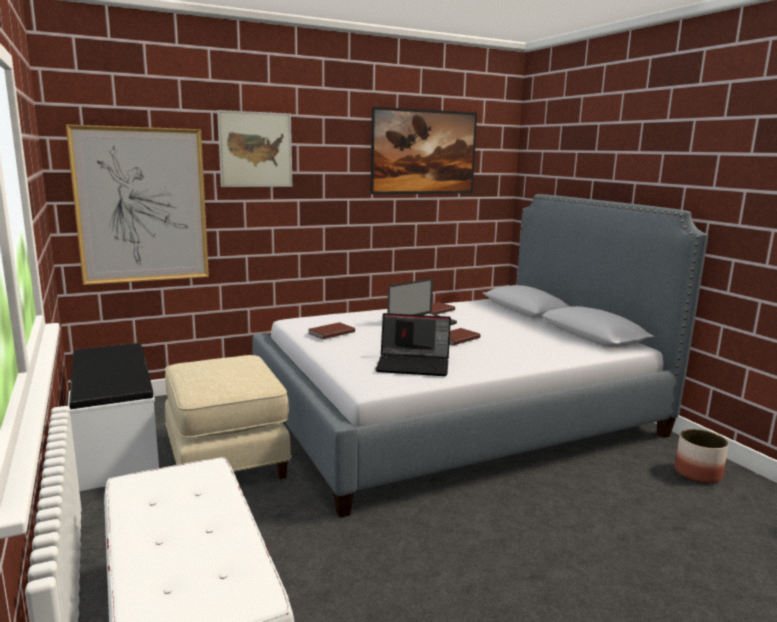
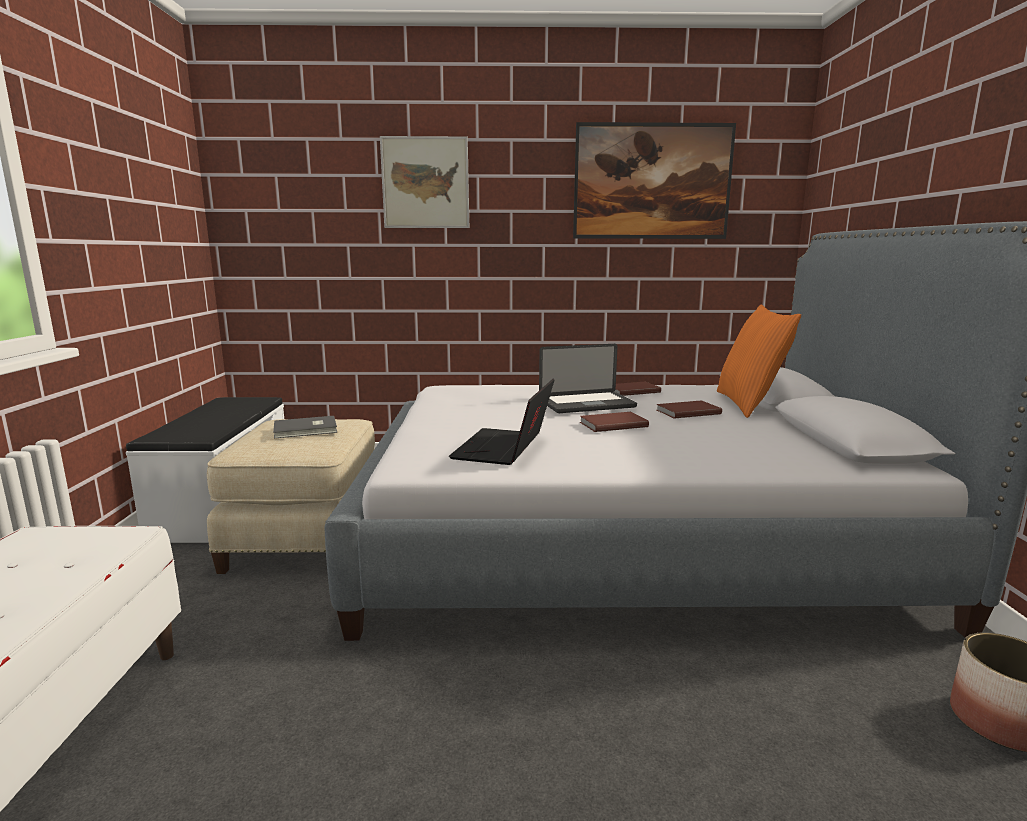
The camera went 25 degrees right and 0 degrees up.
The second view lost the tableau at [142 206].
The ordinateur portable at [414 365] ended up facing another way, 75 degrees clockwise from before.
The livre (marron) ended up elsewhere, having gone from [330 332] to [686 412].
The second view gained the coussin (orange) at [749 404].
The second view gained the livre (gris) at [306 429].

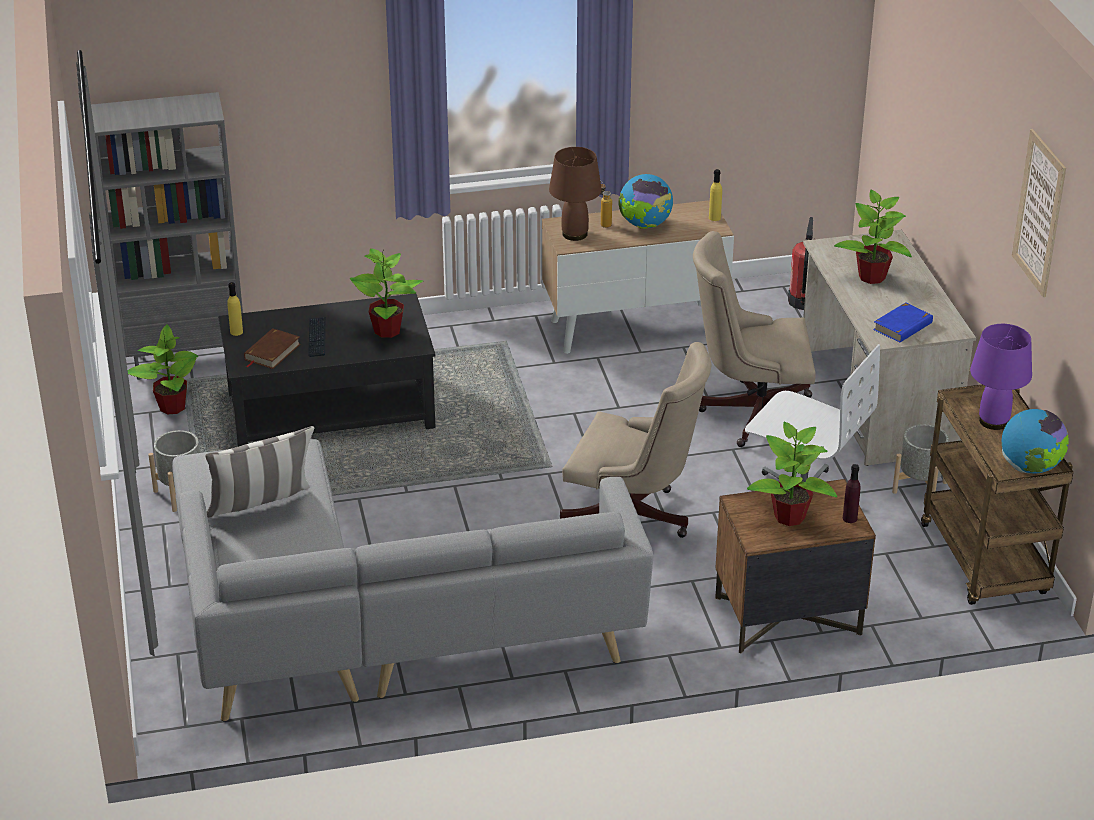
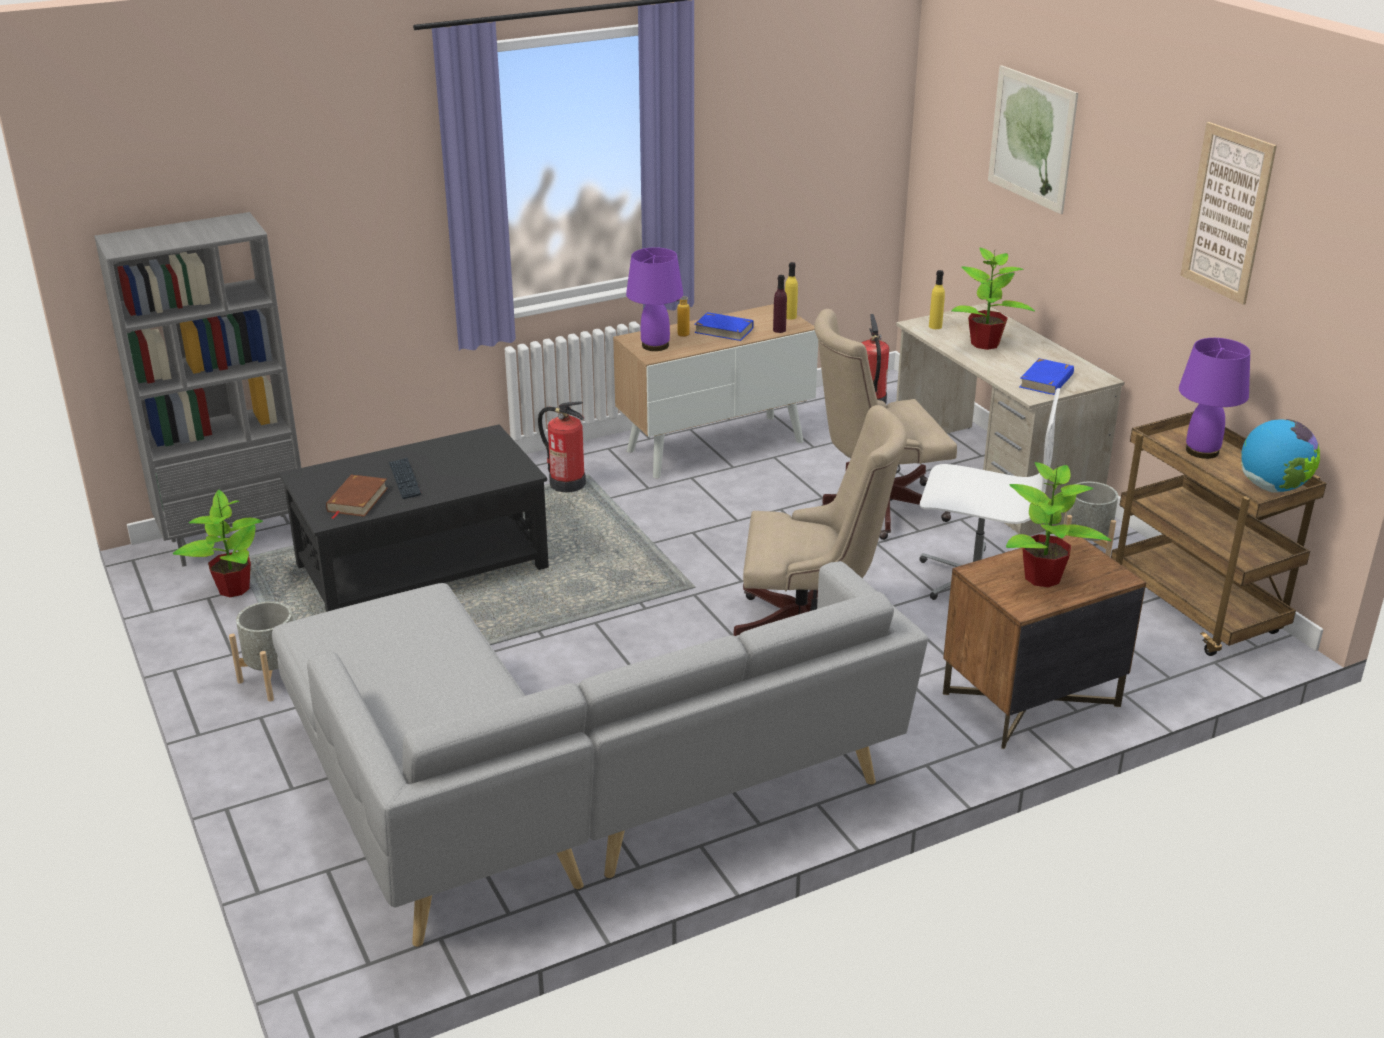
The camera went 15 degrees left and 5 degrees down.
What was the lampe de table (marron) at [574 234] turned into the lampe de table (violet) at [655 346].
Where the globe stood at [645 225], the livre (bleu) came to stand at [723 330].
The second view lost the plante en pot at [388 331].
The bouteille (jaune) ended up elsewhere, having gone from [236 332] to [935 326].
The second view lost the coussin at [262 513].
The bouteille (violet) ended up elsewhere, having gone from [849 518] to [779 330].
The second view gained the tableau at [1032 138].
The second view gained the extincteur at [567 484].

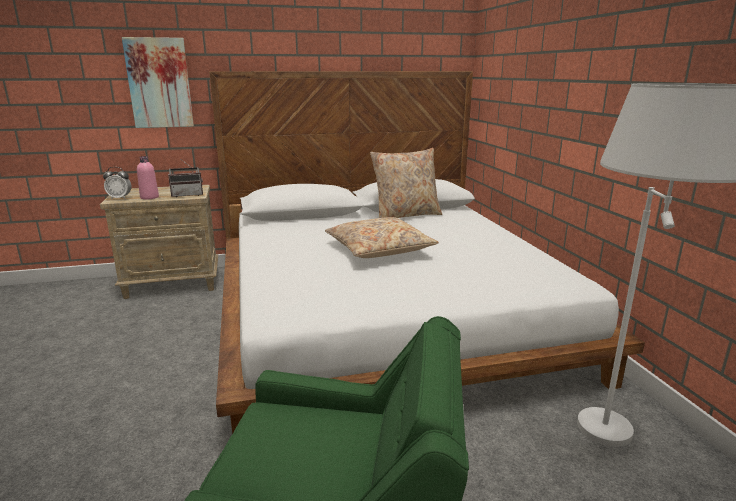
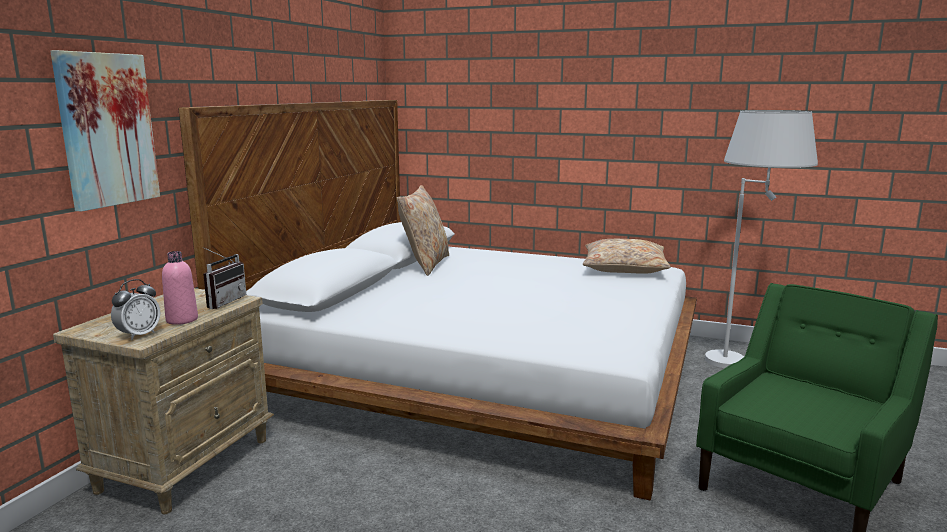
The camera went 55 degrees left and 5 degrees down.
The coussin (beige) ended up elsewhere, having gone from [379 249] to [624 268].

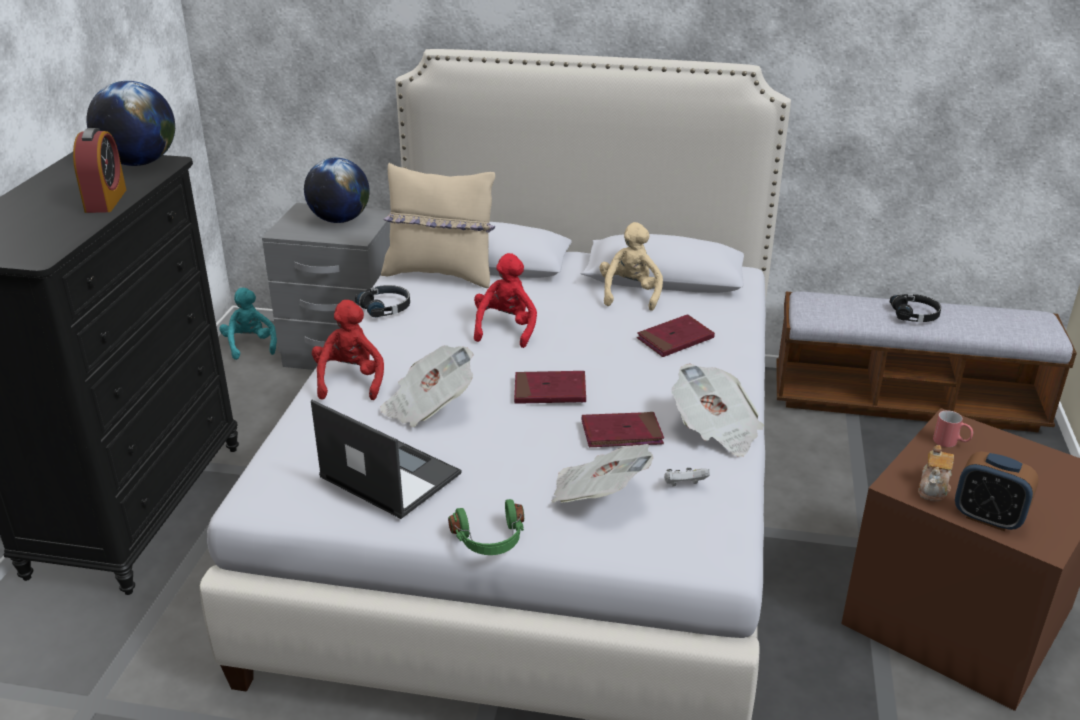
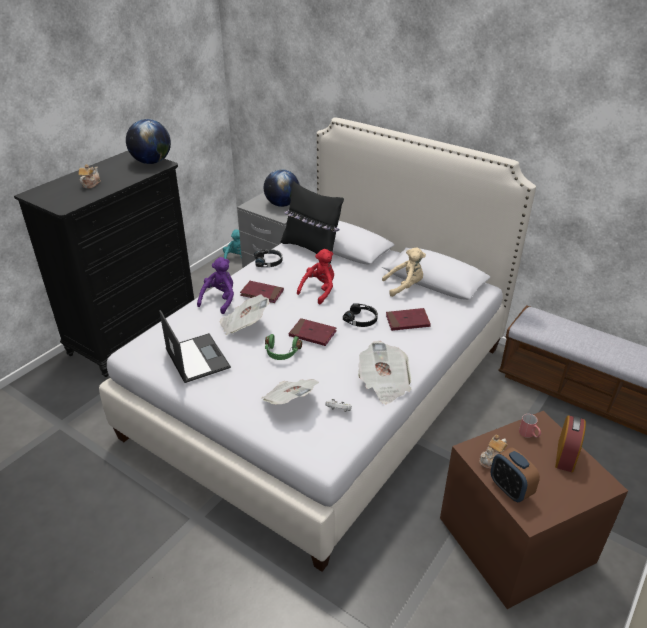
The camera went 25 degrees right and 5 degrees up.
The réveil ended up elsewhere, having gone from [106 200] to [565 455].
What was the coussin (beige) at [441 274] turned into the coussin (noir) at [311 249].
The peluche (beige) at [630 294] ended up facing another way, 45 degrees clockwise from before.
The casque audio (noir) ended up elsewhere, having gone from [915 314] to [361 319].
What was the peluche (rouge) at [350 381] turned into the peluche (violet) at [220 300].
The livre (rouge) ended up elsewhere, having gone from [621 433] to [262 293].
The casque audio (vert) ended up elsewhere, having gone from [490 540] to [281 353].
The second view gained the théière at [90 184].

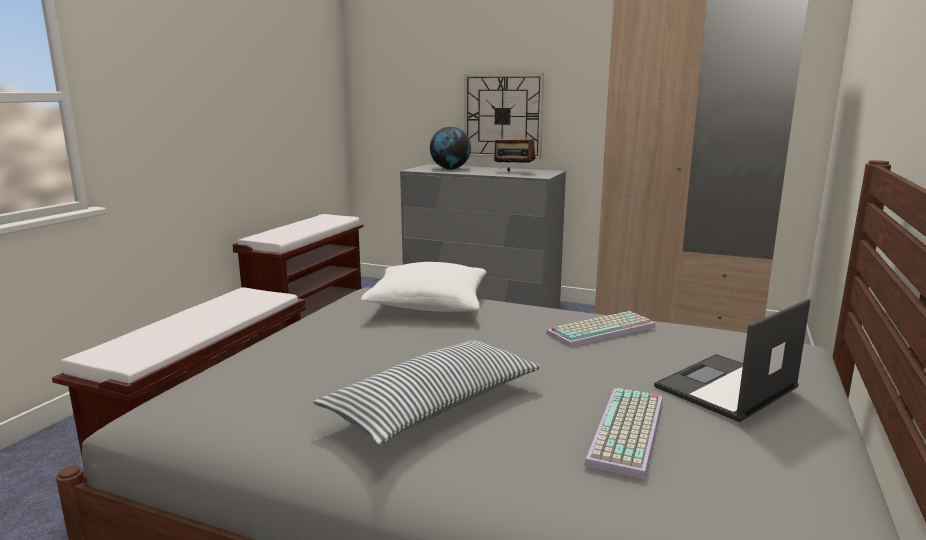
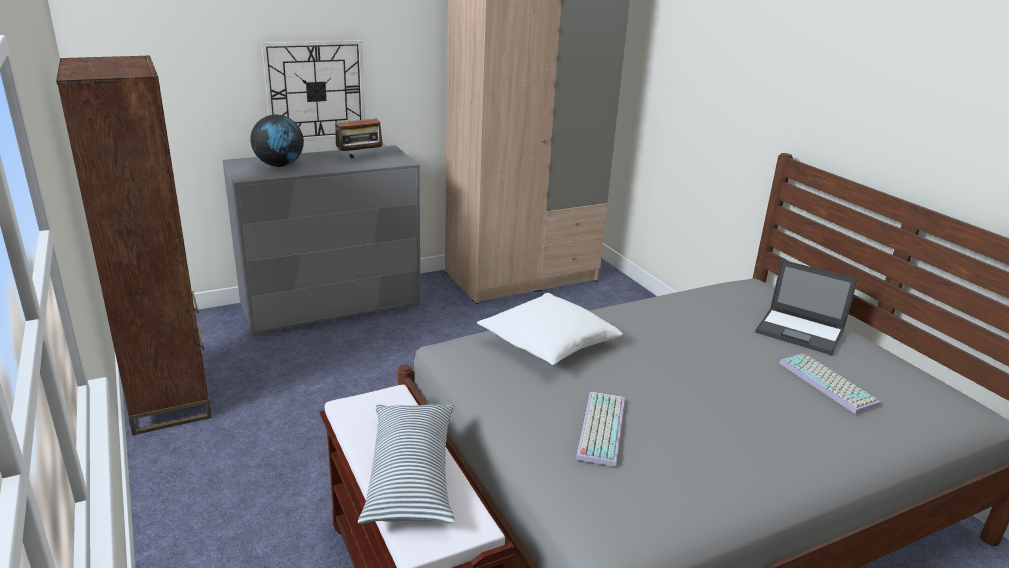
The camera went 50 degrees left and 10 degrees up.
Where the banc (marron) stood at [309 314], the bibliothèque (marron) came to stand at [169 398].
The ordinateur portable at [725 388] ended up facing another way, 60 degrees counterclockwise from before.
The clavier ended up elsewhere, having gone from [601 329] to [599 427].
The coussin ended up elsewhere, having gone from [433 406] to [411 474].

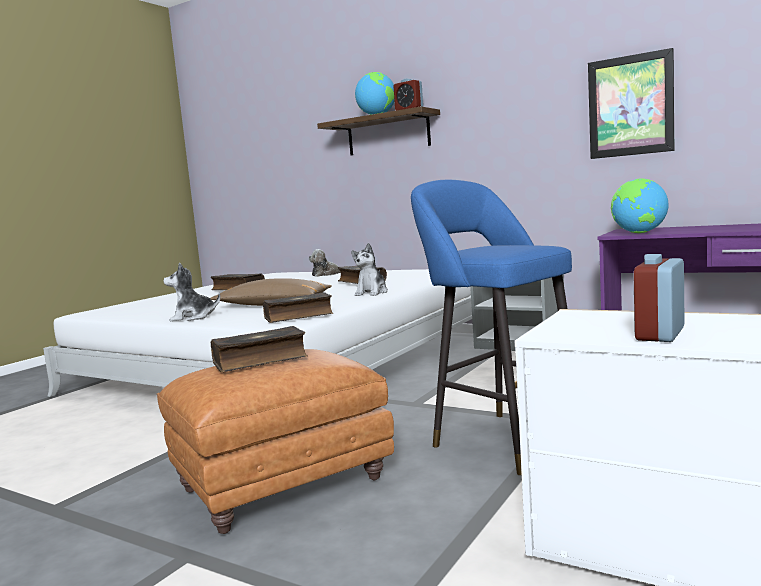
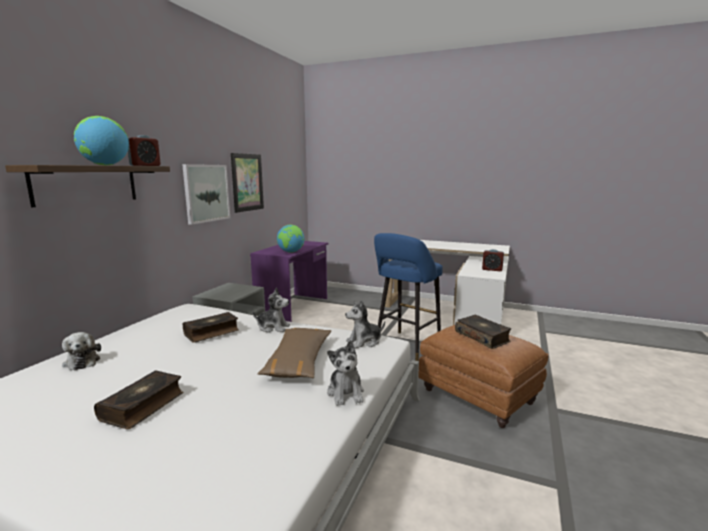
The camera went 100 degrees left and 5 degrees up.
Where the livre stood at [298 316], the peluche came to stand at [364 342].
The second view gained the tableau at [206 193].

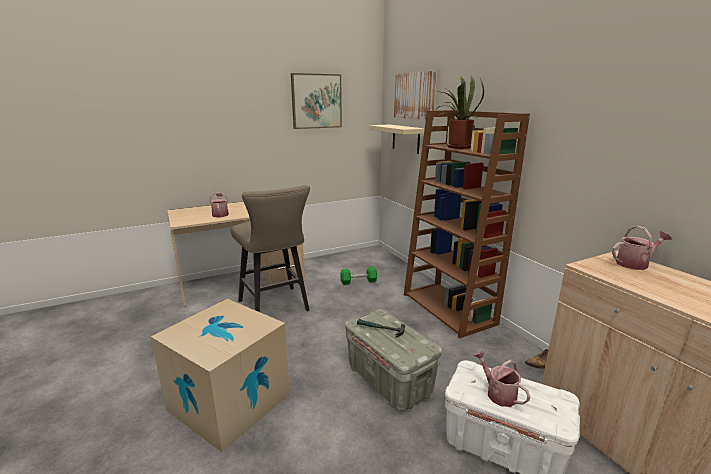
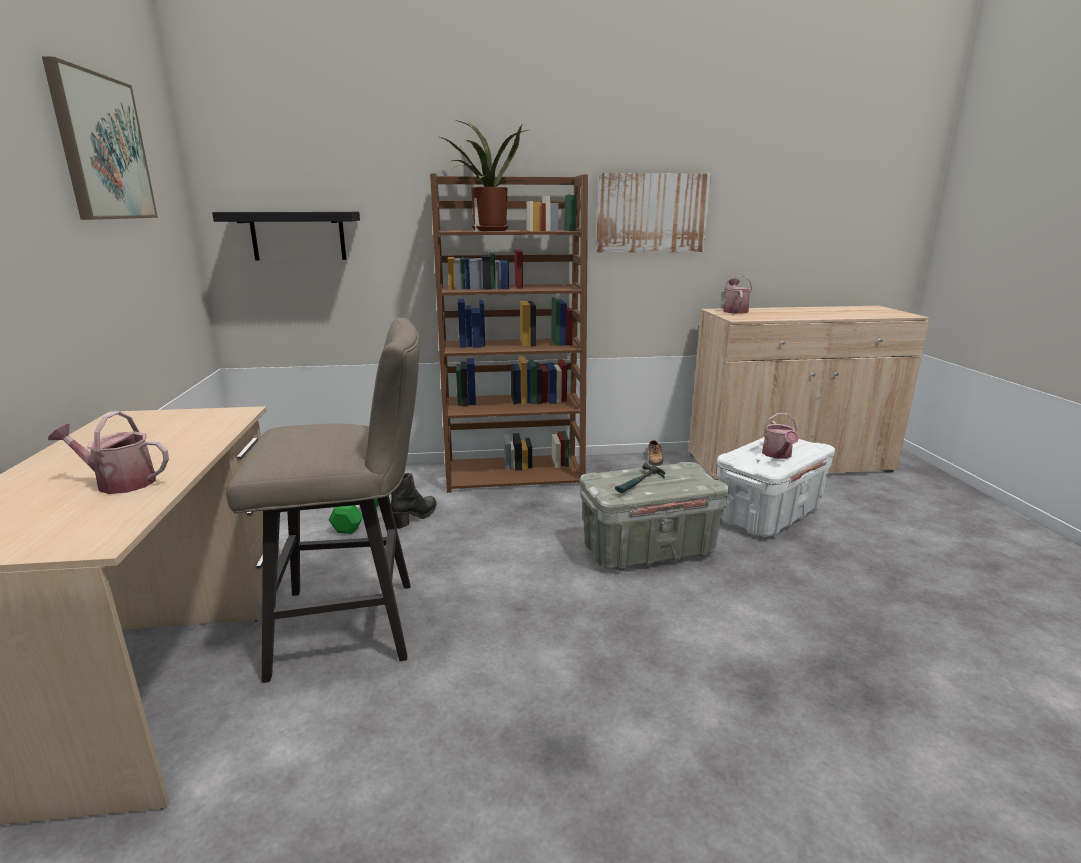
The camera went 70 degrees left and 0 degrees up.
The tableau ended up elsewhere, having gone from [415 96] to [651 213].
What was the étagère (beige) at [406 138] turned into the étagère (noir) at [298 236].
The second view lost the carton at [229 402].
The arrosoir at [498 393] ended up facing another way, 75 degrees counterclockwise from before.
The second view gained the botte (noir) at [416 517].

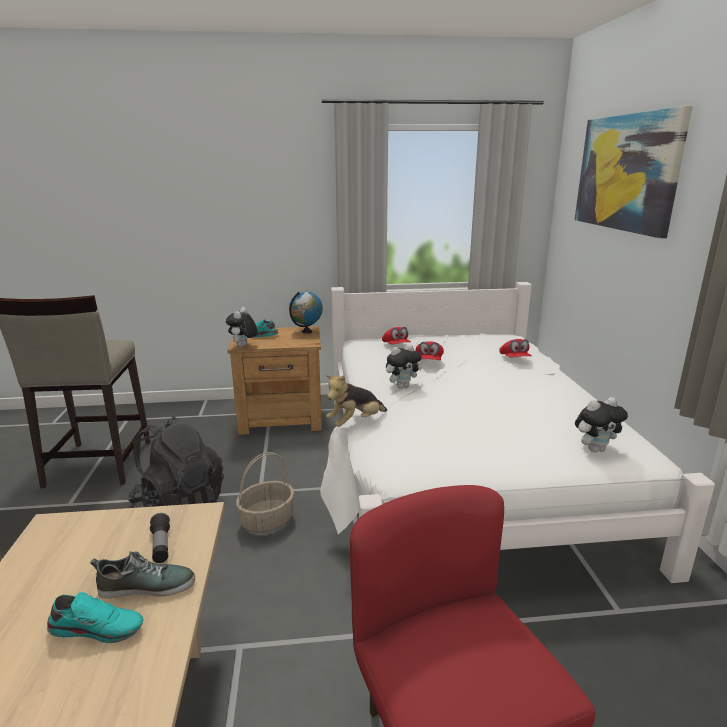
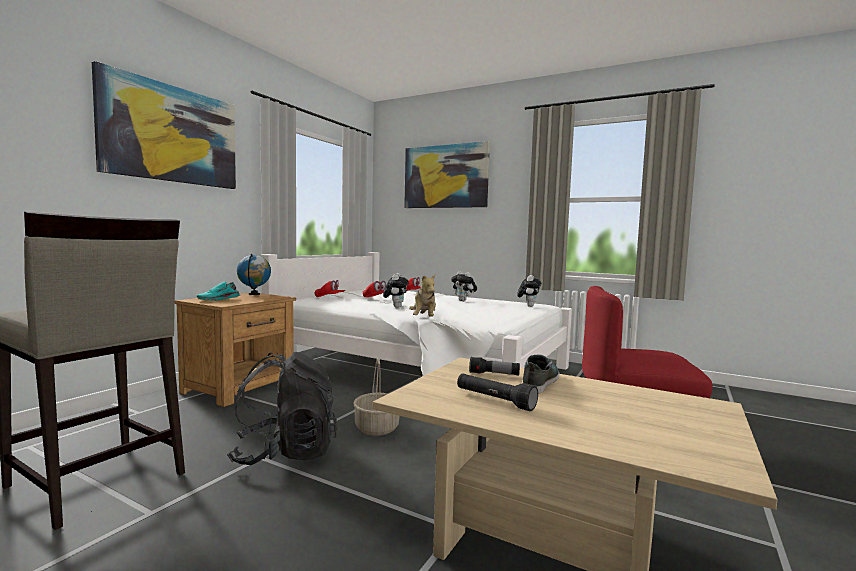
The camera went 55 degrees left and 15 degrees down.
The peluche ended up elsewhere, having gone from [243 346] to [463 301].
The second view lost the chaussure (turquoise) at [98 627].
The second view gained the tableau at [172 134].
The second view gained the lampe de poche (noir) at [494 401].

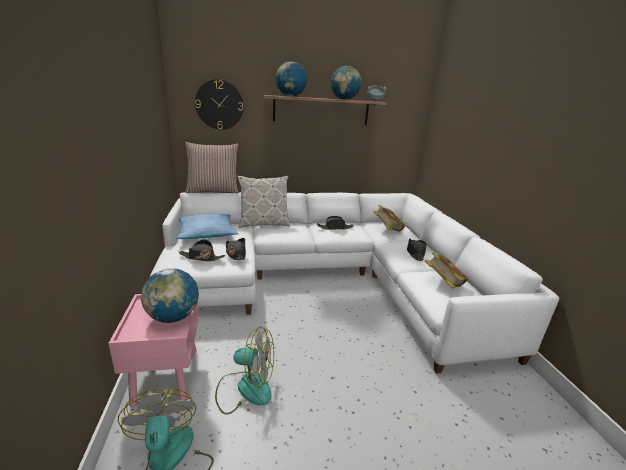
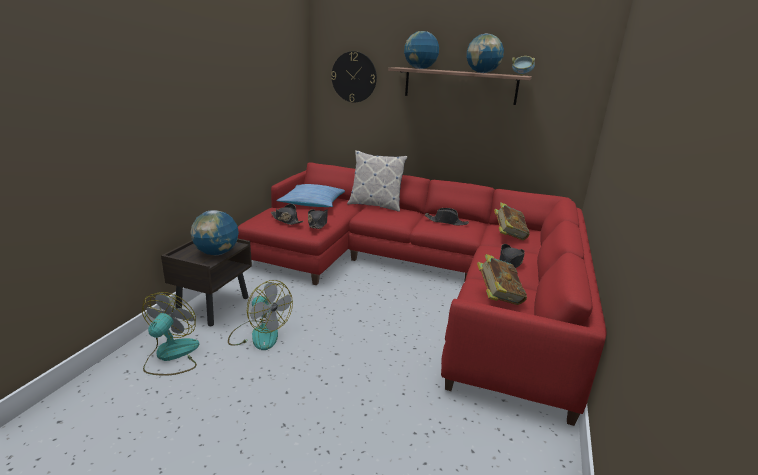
The camera went 30 degrees right and 0 degrees up.
The second view lost the coussin at [213 191].
What was the canapé (blanc) at [329 278] turned into the canapé (rouge) at [424 277].
What was the table de chevet (rose) at [166 375] turned into the table de chevet (marron) at [213 306].

